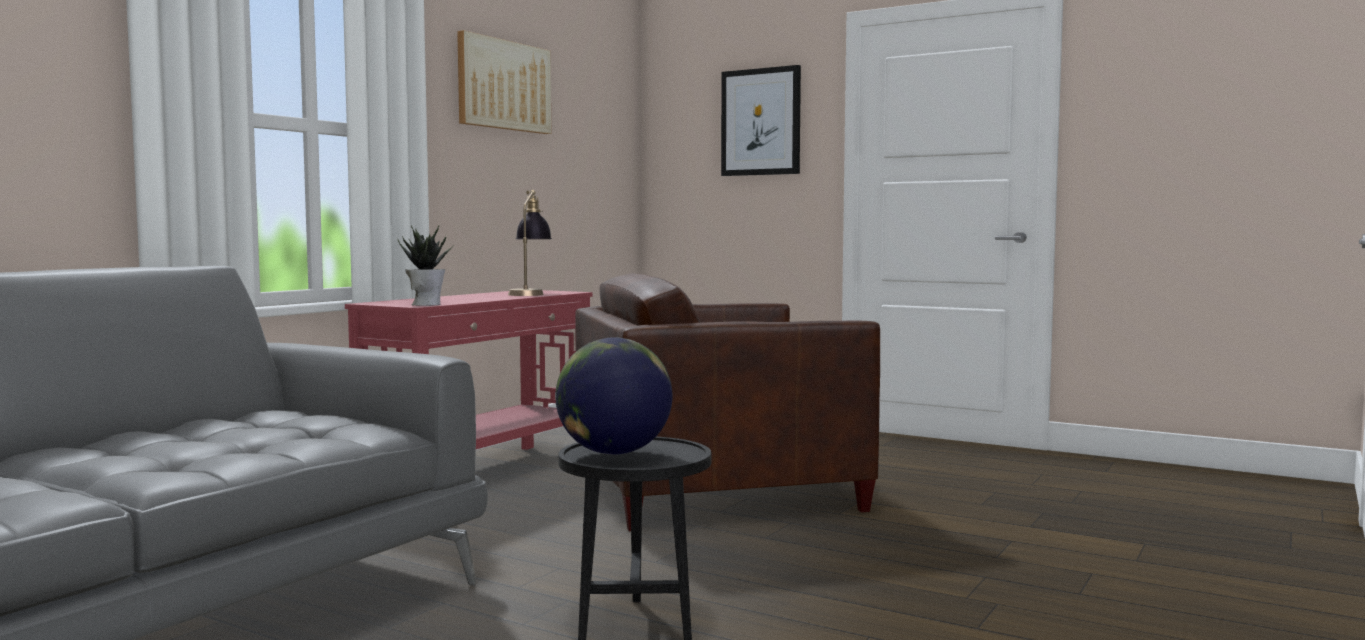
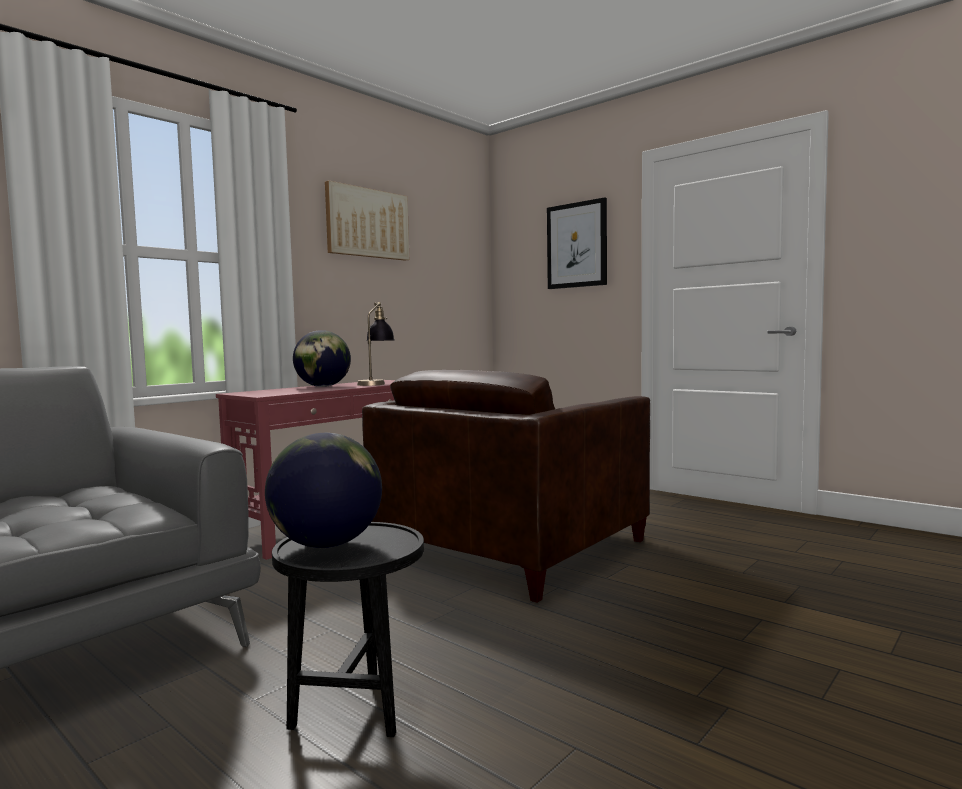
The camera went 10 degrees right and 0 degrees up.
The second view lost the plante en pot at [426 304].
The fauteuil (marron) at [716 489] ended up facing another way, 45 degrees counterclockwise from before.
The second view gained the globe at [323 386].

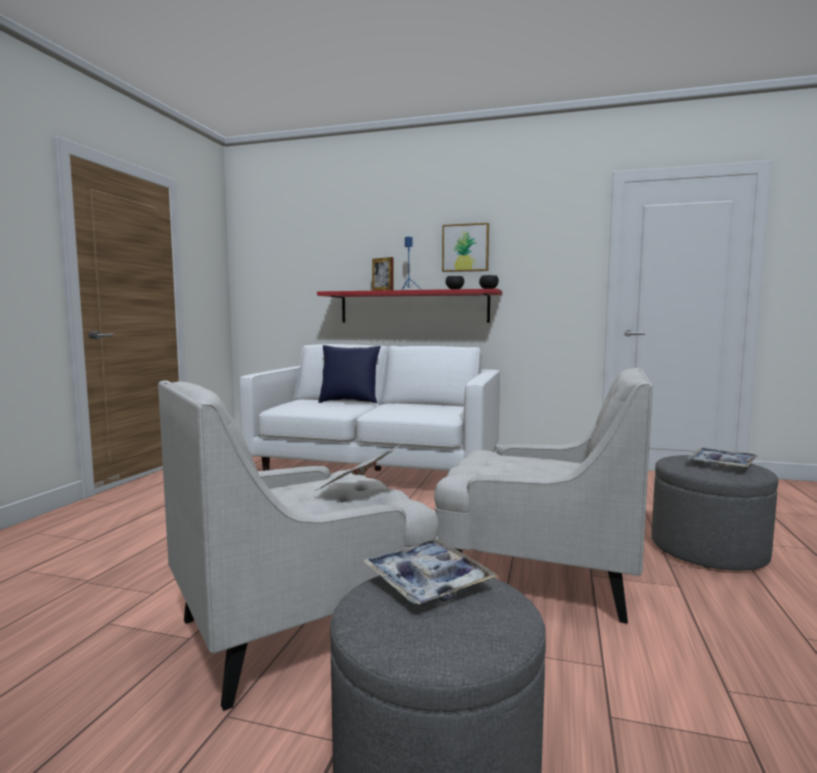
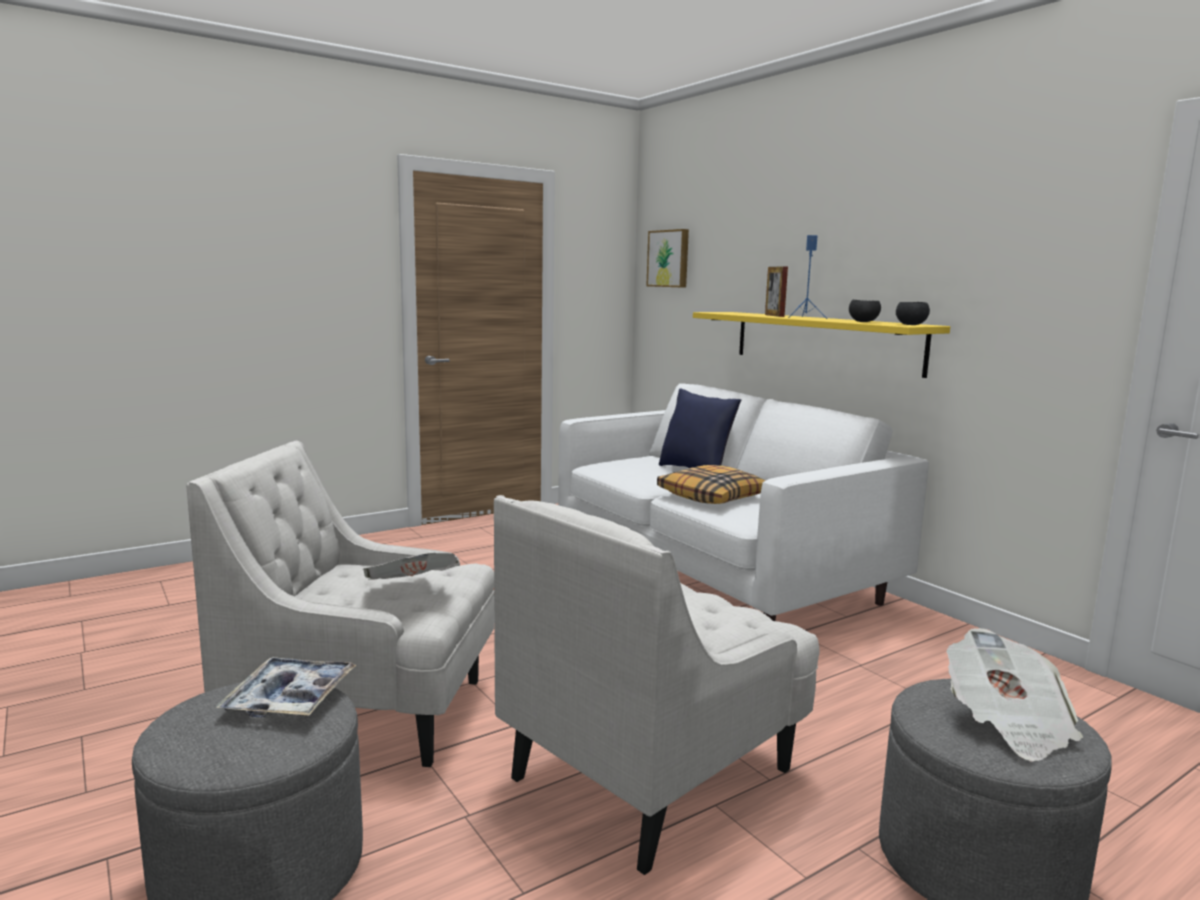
The camera went 40 degrees right and 5 degrees up.
The tableau ended up elsewhere, having gone from [465 248] to [669 258].
What was the étagère (rouge) at [413 307] turned into the étagère (jaune) at [824 341].
The fauteuil (blanc) at [539 574] ended up facing another way, 75 degrees clockwise from before.
Where the plateau stood at [722 465], the journal came to stand at [1007 724].
The second view gained the coussin at [713 497].

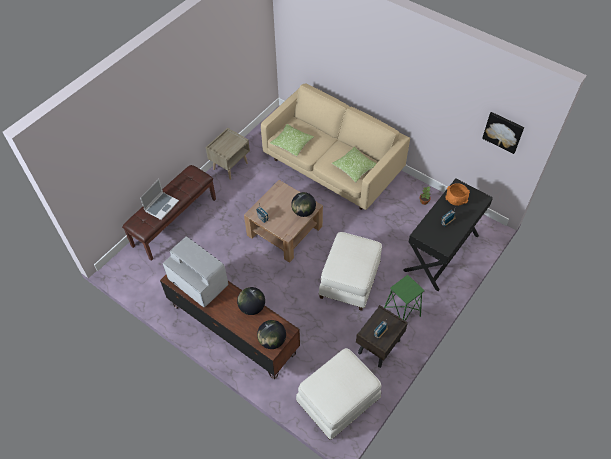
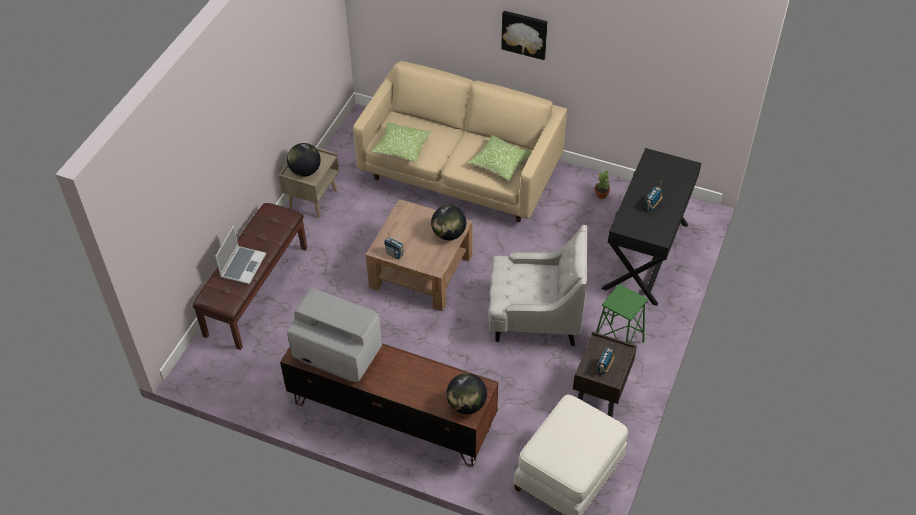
The camera went 15 degrees left and 5 degrees down.
The tableau ended up elsewhere, having gone from [503 131] to [524 34].
The second view lost the bol (orange) at [455 200].
Where the pouf (blanc) stood at [350 281], the fauteuil (blanc) came to stand at [534 318].
The globe ended up elsewhere, having gone from [252 307] to [305 171].

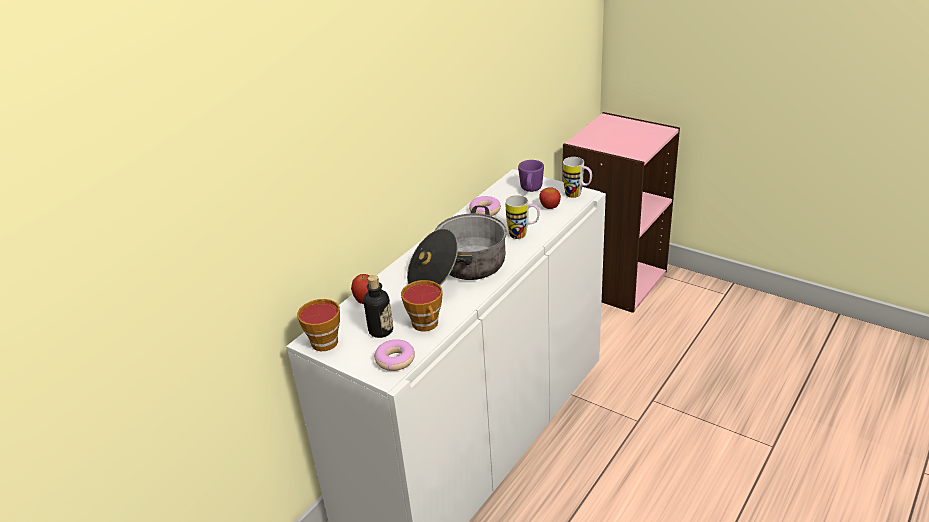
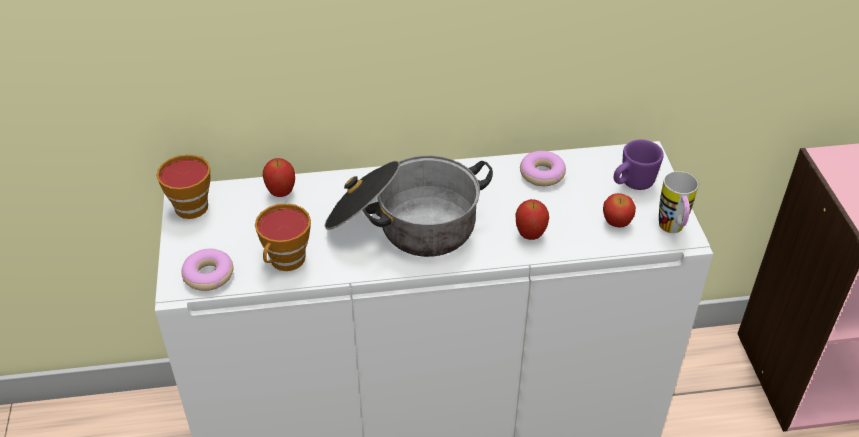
The camera went 45 degrees right and 10 degrees up.
Where the mug stood at [523 235], the pomme came to stand at [530 235].
The second view lost the bouteille at [381 331].

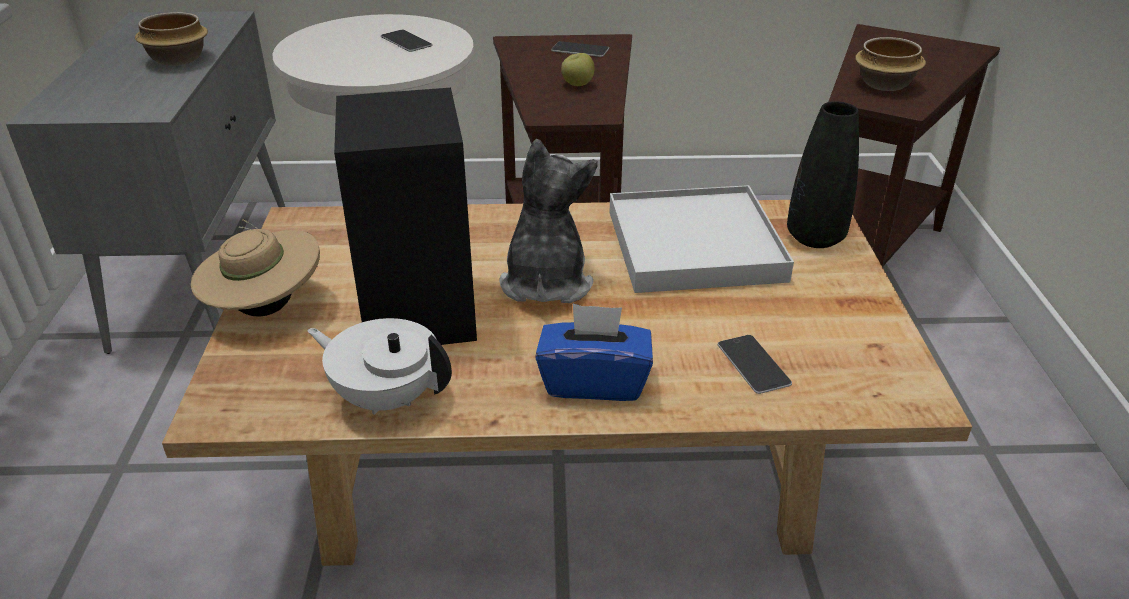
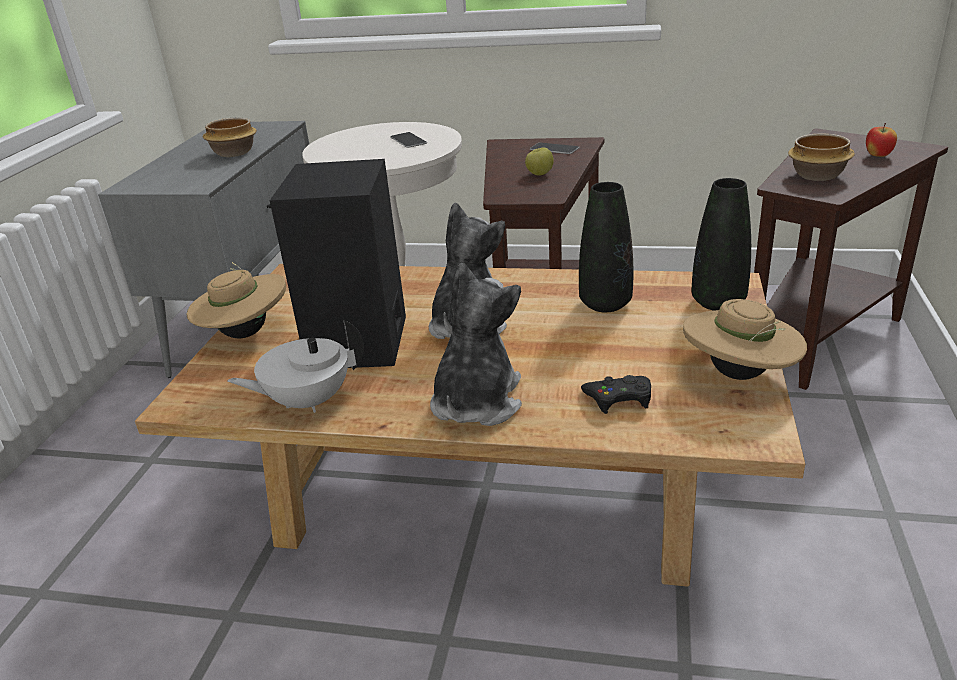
The camera went 15 degrees right and 5 degrees down.
Where the plateau (blanc) stood at [694 245], the vase (noir) came to stand at [605 304].
Where the boîte à mouchoirs (bleu) stood at [594 381], the peluche came to stand at [476 402].
The théière (blanc) at [387 396] ended up facing another way, 60 degrees counterclockwise from before.
Where the téléphone stood at [753 364], the manette (noir) came to stand at [619 398].
The second view gained the pomme at [877 156].
The second view gained the chapeau (beige) at [739 375].

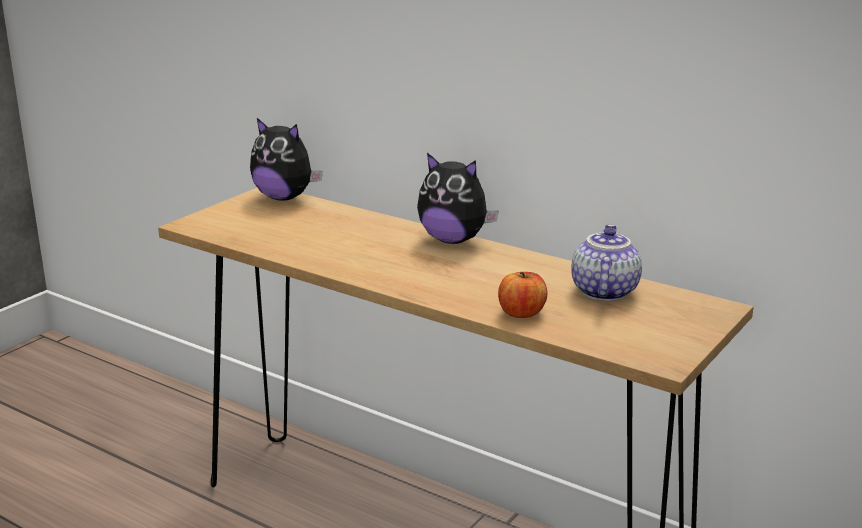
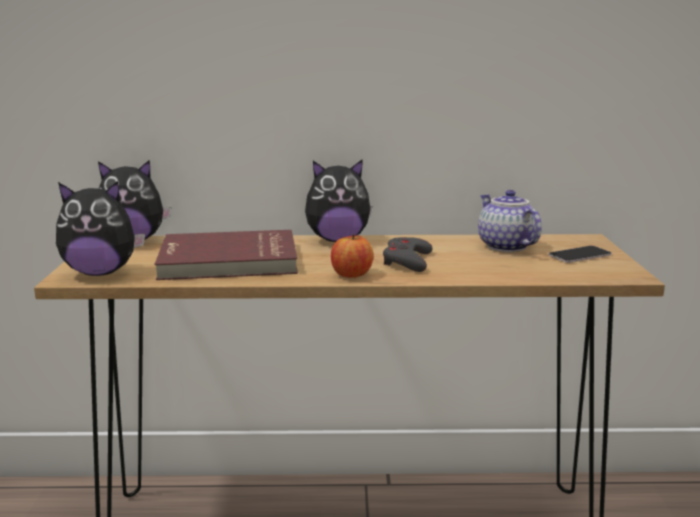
The camera went 35 degrees left and 5 degrees down.
The pomme ended up elsewhere, having gone from [521 313] to [351 274].
The second view gained the peluche at [101 272].
The second view gained the livre (rouge) at [229 261].
The second view gained the manette (gris) at [407 261].
The second view gained the téléphone at [579 255].

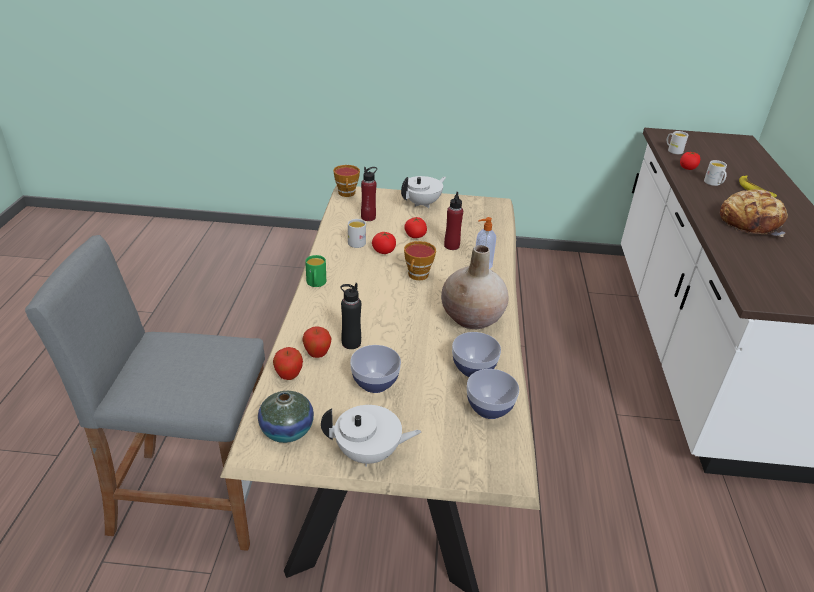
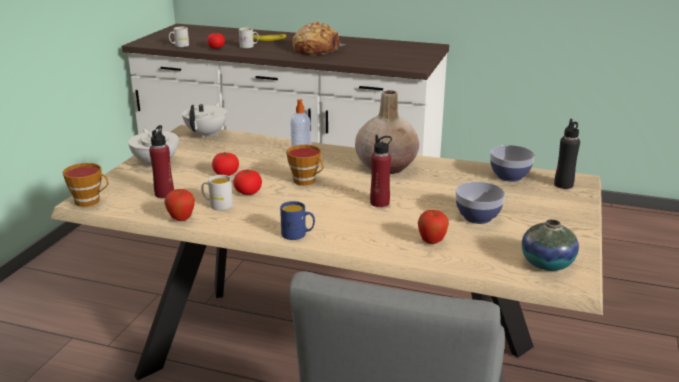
The camera went 75 degrees left and 10 degrees down.
The bouteille (rouge) ended up elsewhere, having gone from [451 246] to [379 203].
What was the mug (vert) at [316 284] turned into the mug (bleu) at [298 234].
The bouteille (noir) ended up elsewhere, having gone from [351 343] to [563 185].
The second view lost the bol at [473 369].
The pomme ended up elsewhere, having gone from [289 376] to [181 219].
The théière (blanc) ended up elsewhere, having gone from [369 453] to [207 134].

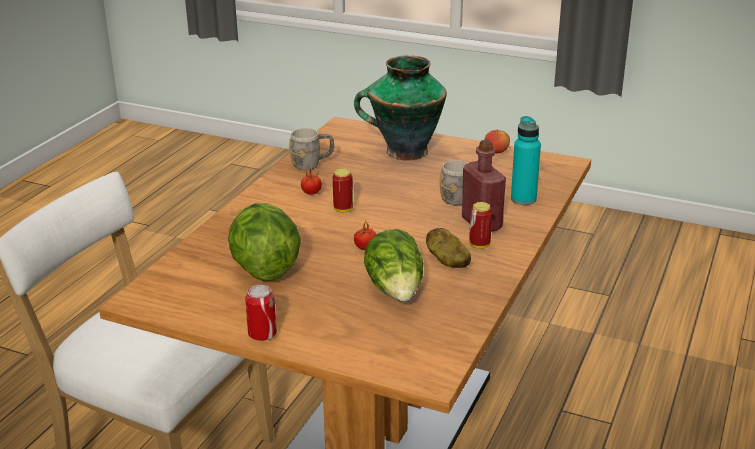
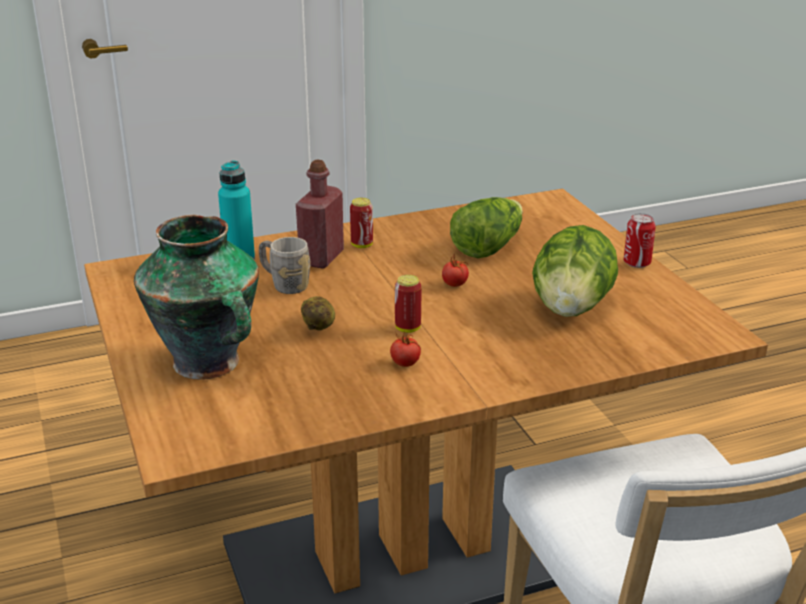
The camera went 135 degrees left and 0 degrees up.
The second view lost the mug (gris) at [312 164].
The second view lost the pomme at [496 151].
The pomme de terre ended up elsewhere, having gone from [447 261] to [319 326].

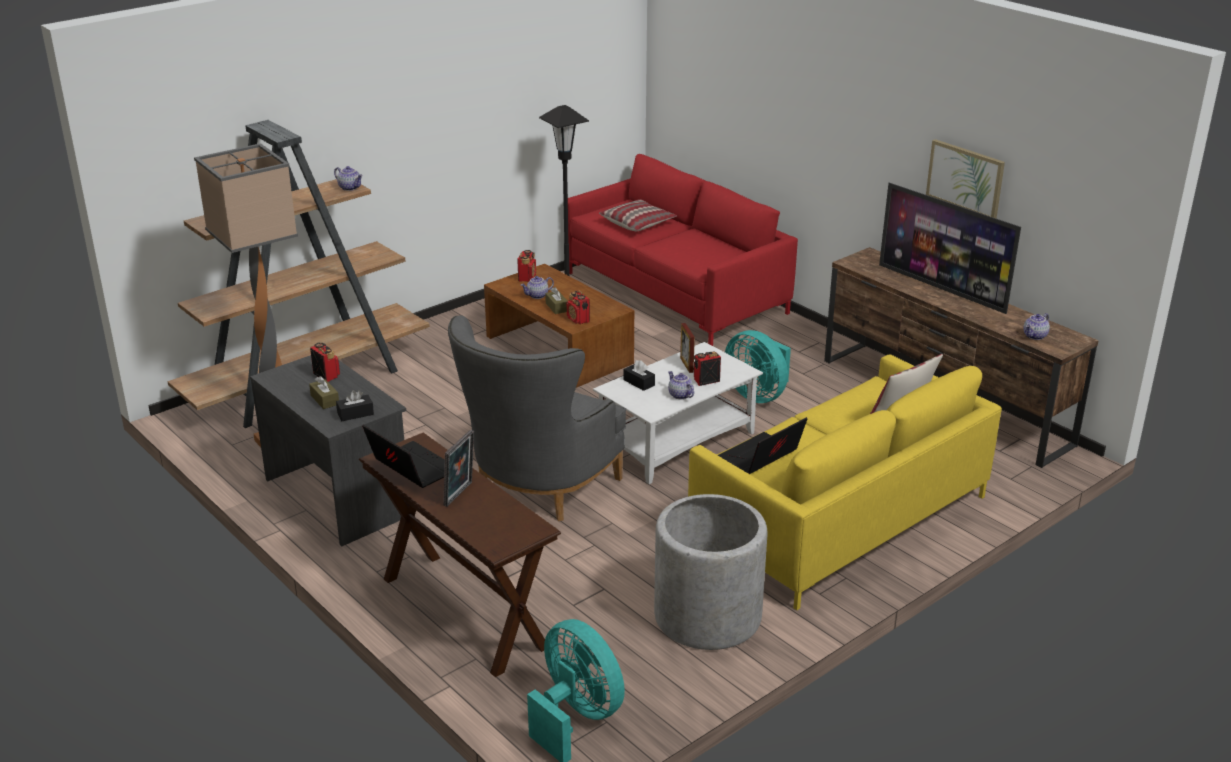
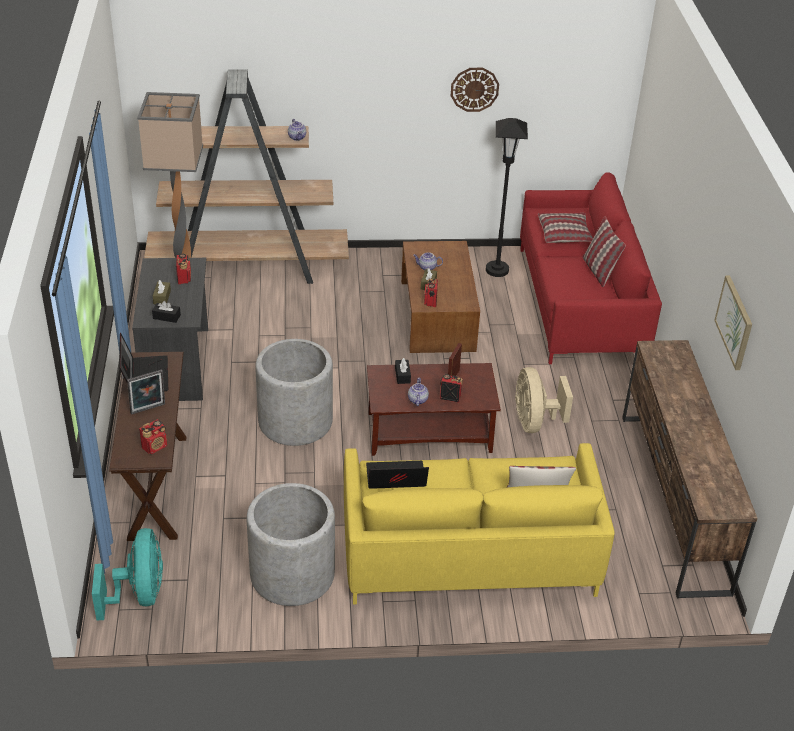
The camera went 35 degrees right and 10 degrees up.
The second view lost the téléviseur at [942 288].
The radio ended up elsewhere, having gone from [527 277] to [155 447].
The second view lost the théière at [1035 336].
Where the fauteuil (gris) stood at [535 490], the cache-pot (gris) came to stand at [295 421].
What was the ventilateur (turquoise) at [758 395] turned into the ventilateur (beige) at [534 422].
What was the table basse (blanc) at [676 443] turned into the table basse (marron) at [428 432].
The second view gained the horloge murale at [474 89].
The second view gained the coussin at [599 271].

